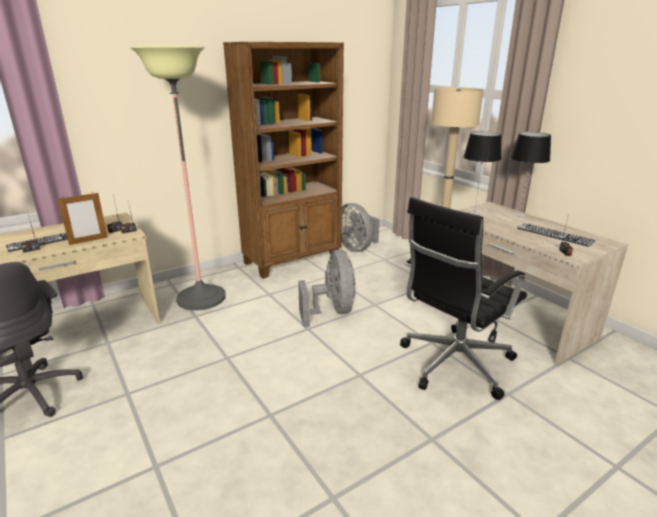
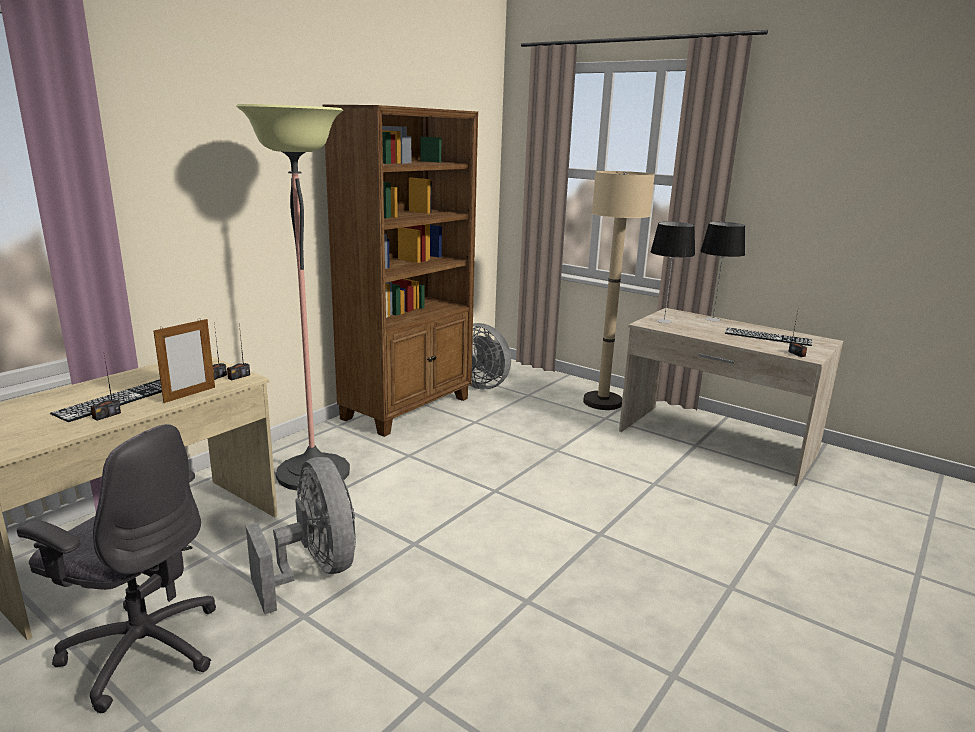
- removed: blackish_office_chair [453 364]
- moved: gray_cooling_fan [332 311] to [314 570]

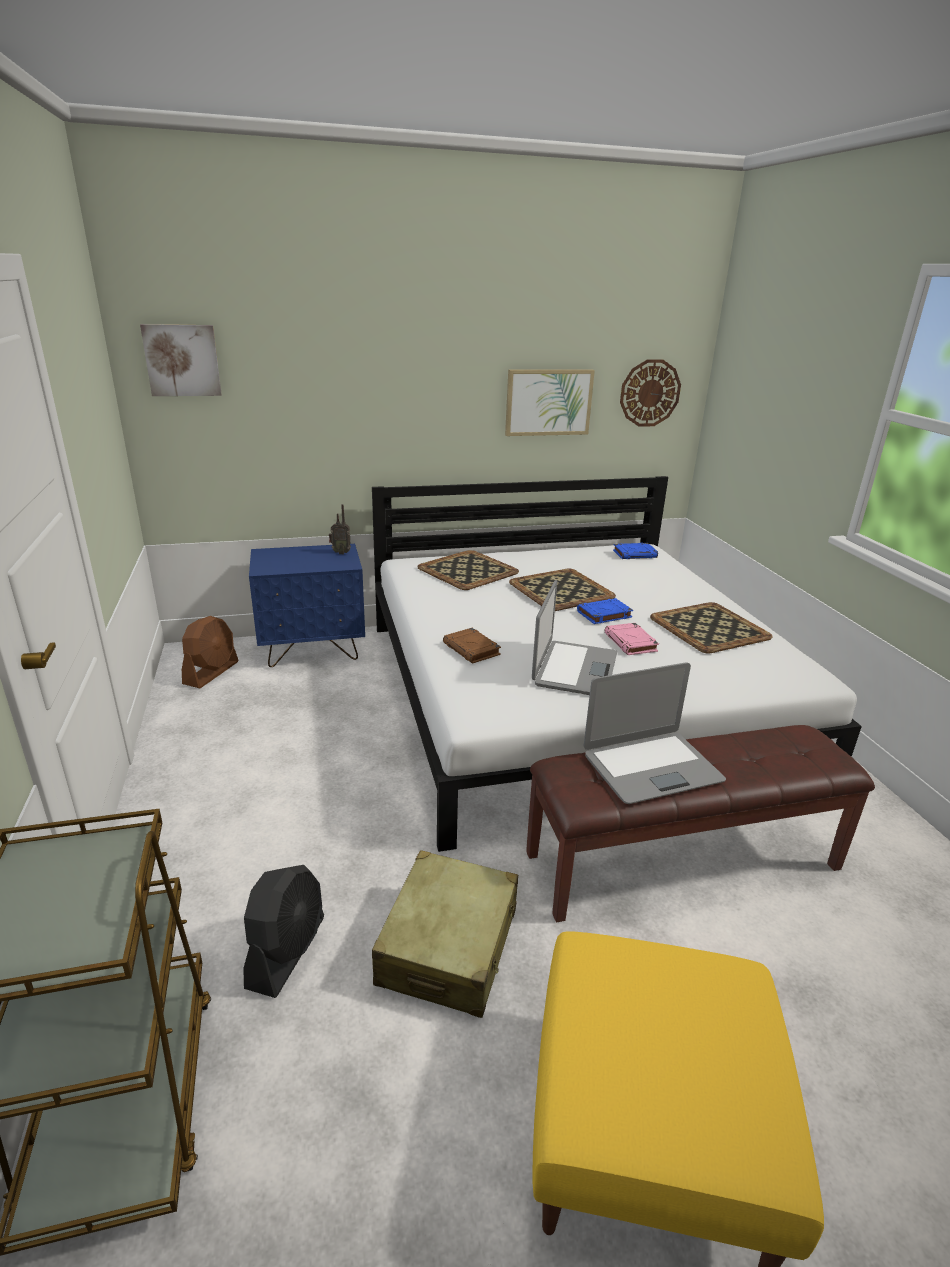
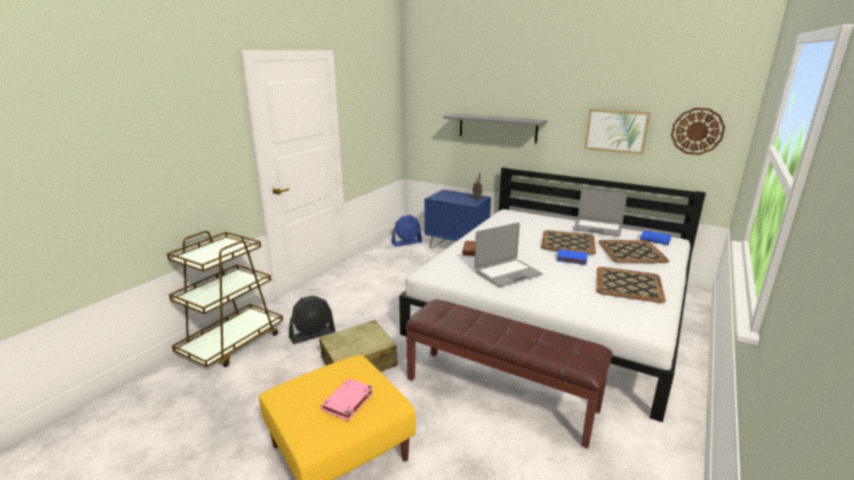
- removed: wall_picture [182 360]
- moved: tray [467 571] to [631 252]
- recoloured: brown_cooling_fan [211 673] to bluish_cooling_fan [407 242]
- moved: pink-coloured_bound_book [631 643] to [347 402]
- moved: portable_computer [651 767] to [597 228]
- added: gray_wall_shelf [497 128]

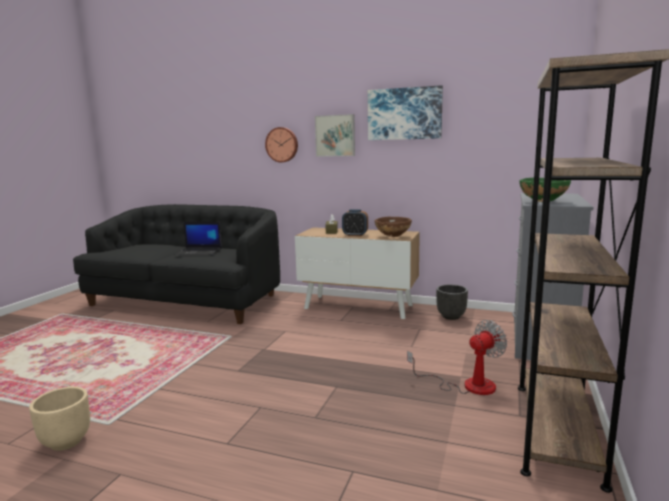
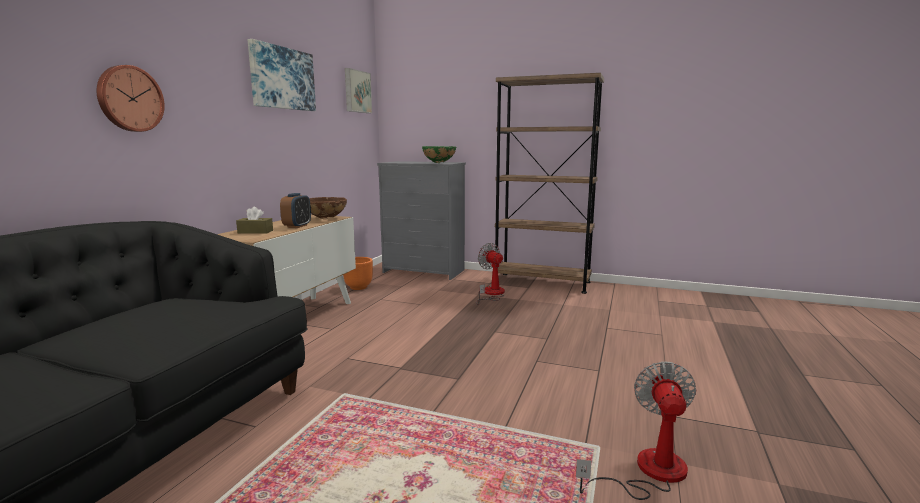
- moved: wall_picture [335 135] to [356 91]
- removed: portable_computer [199 252]
- recoloured: blackish_plant_pot [451 316] to orangey_plant_pot [358 287]
- replaced: sand-coloured_plant_pot [66 442] to cooling_fan [648 472]

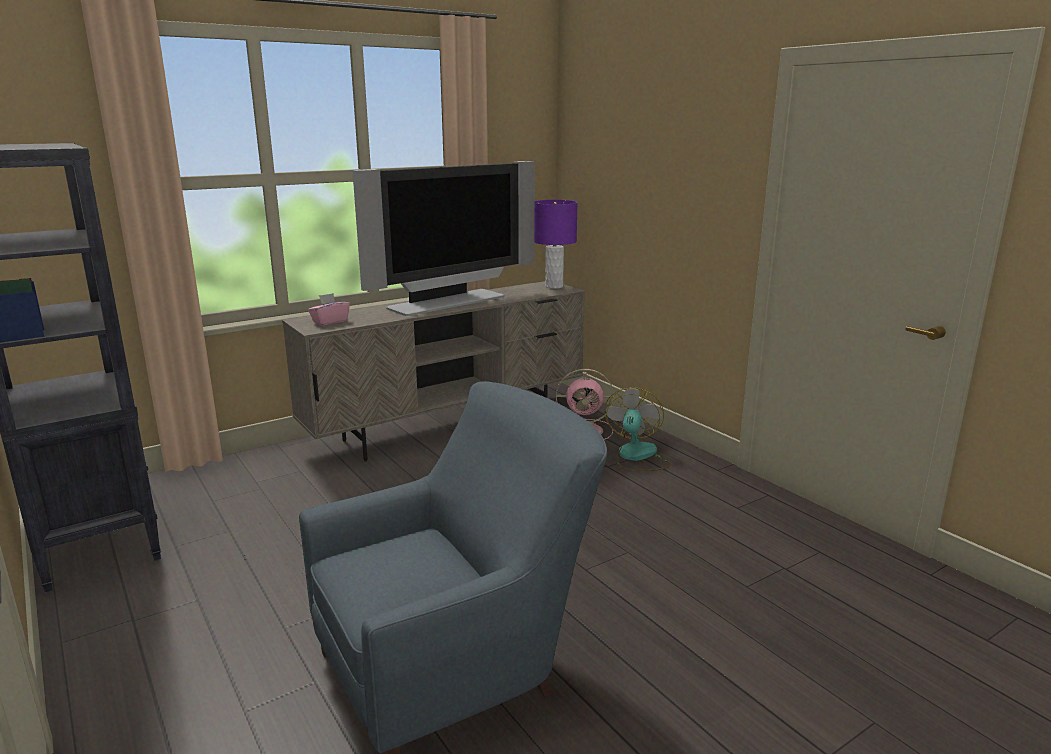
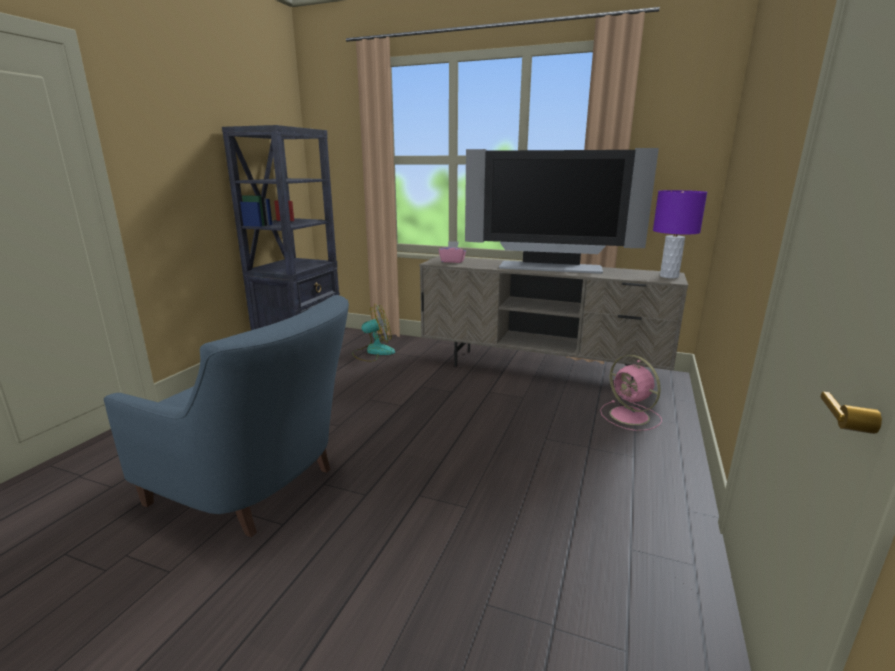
- moved: cooling_fan [636 457] to [373 352]

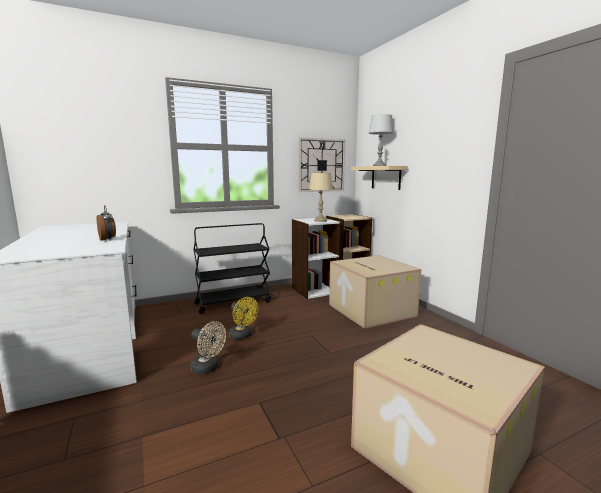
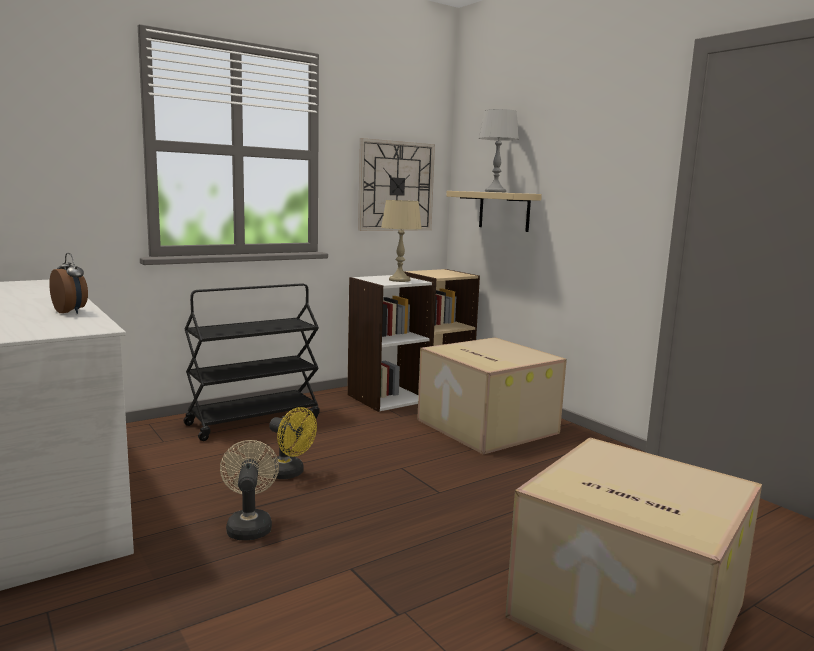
- turned: sand-coloured_cooling_fan [208 368] = [249 525] 120 degrees counterclockwise

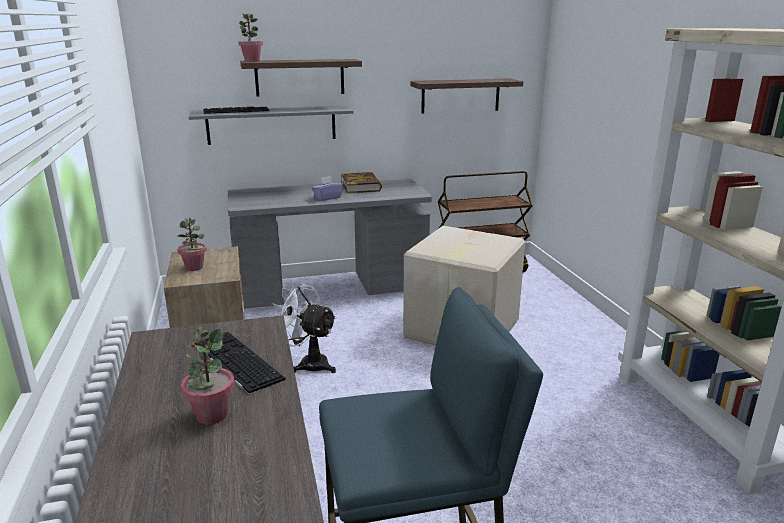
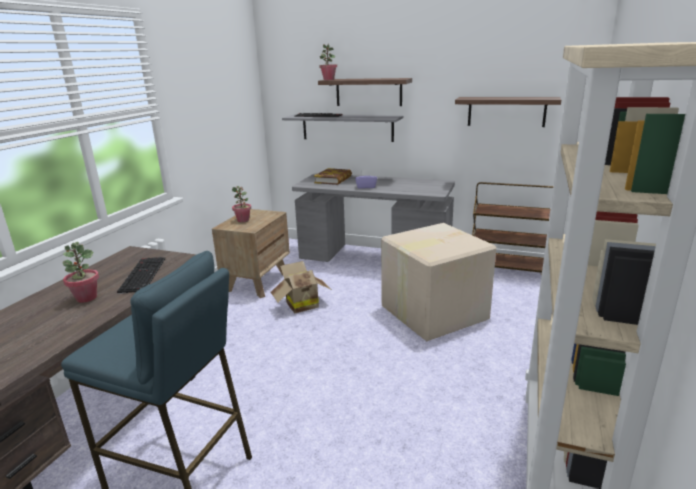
- moved: bound_book [361 186] to [333 179]
- replaced: white_cooling_fan [308 363] to packing_box [300 305]

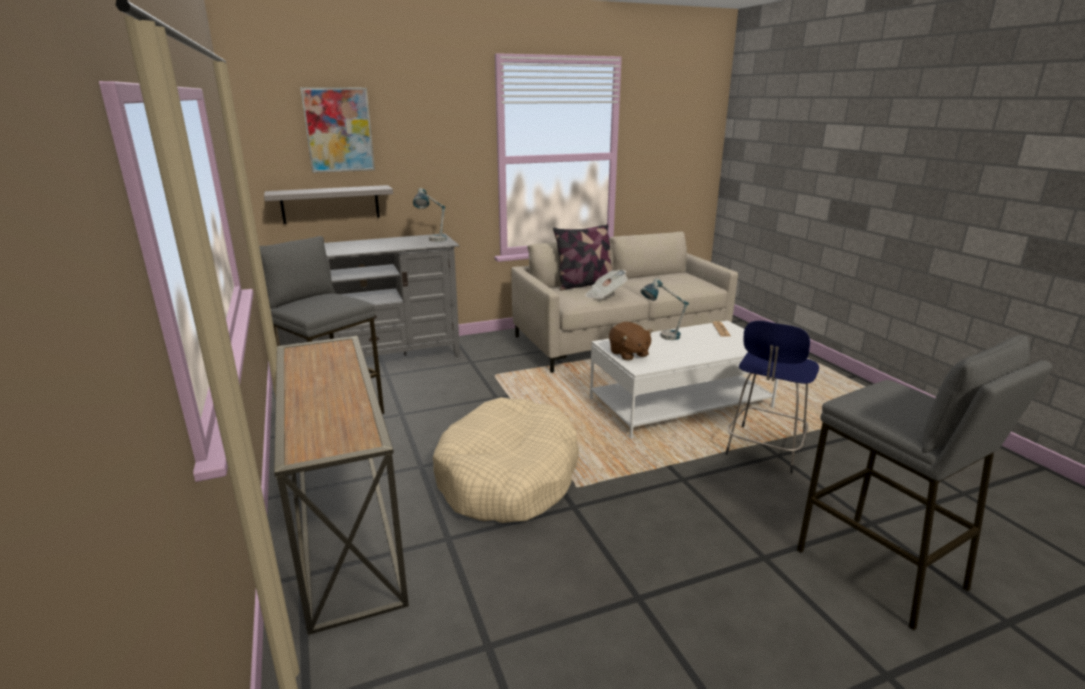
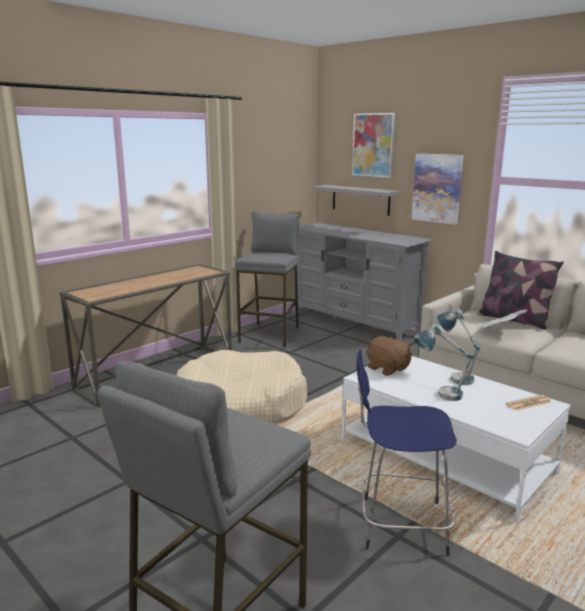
- moved: lamp_for_a_table [432 241] to [439 395]
- turned: brown_plush_toy [629 354] = [387 368] 105 degrees clockwise
- added: wall_picture [437 188]

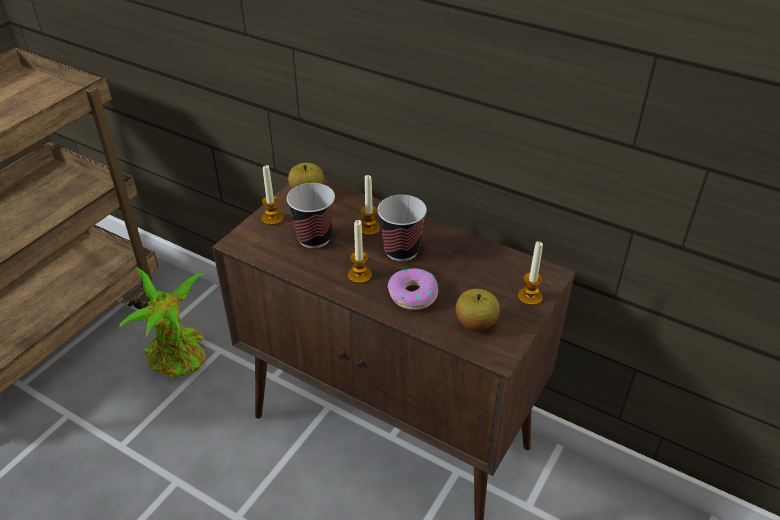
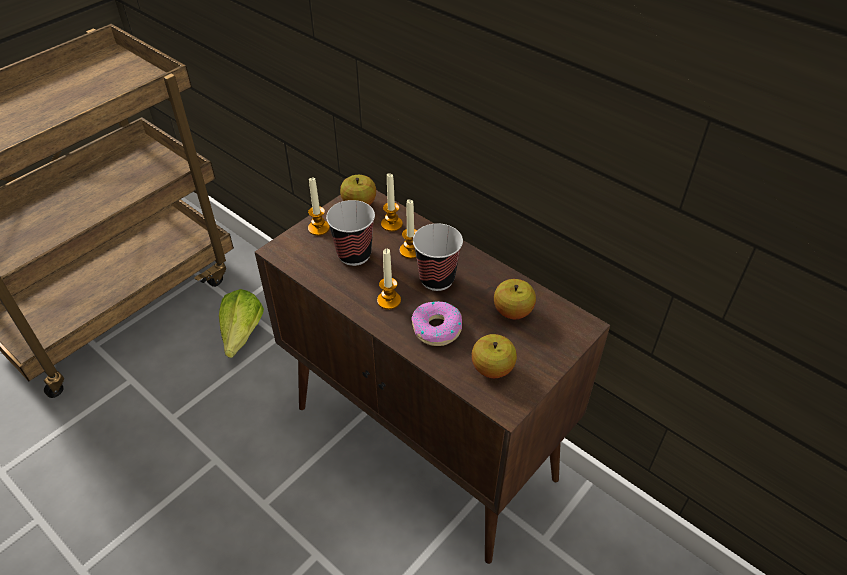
- moved: wax_candle [530 297] to [391 224]
- replaced: plant_in_a_pot [178 359] to lettuce_head [239 340]
- added: apple_fruit [512 311]

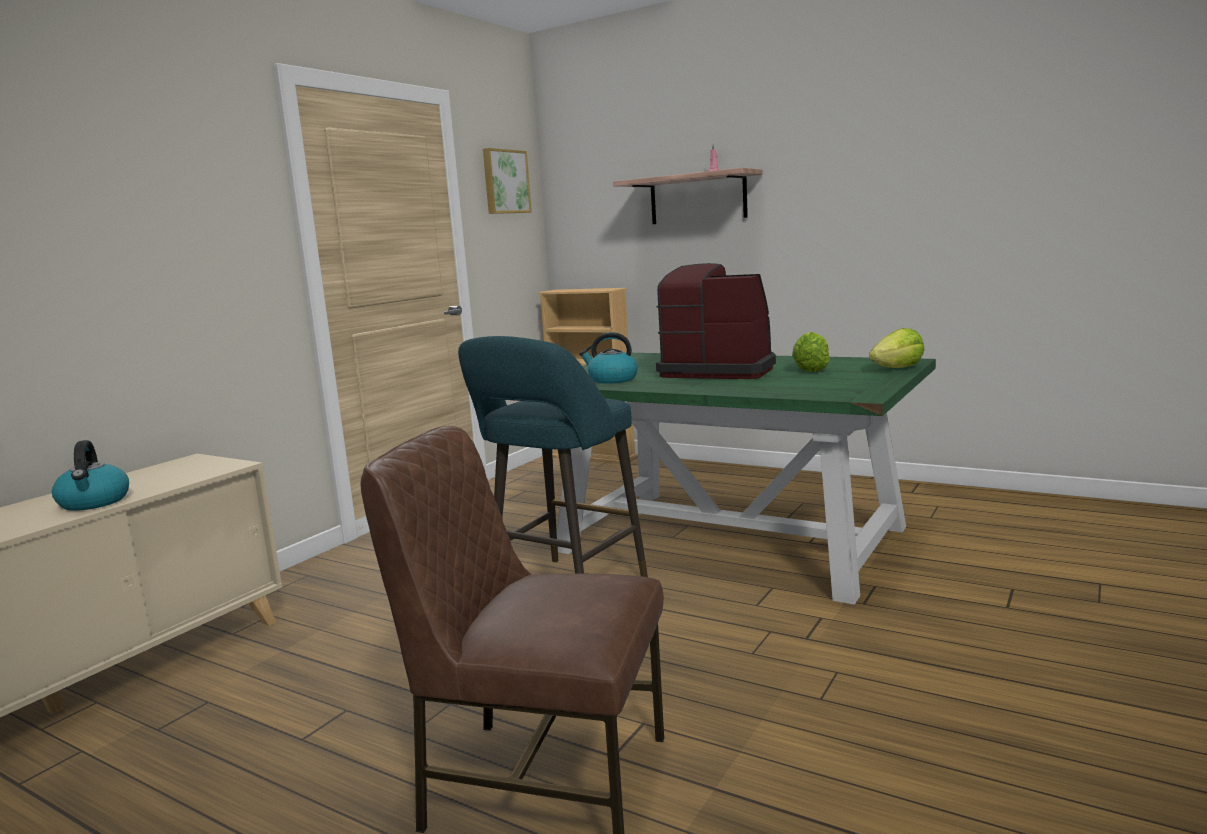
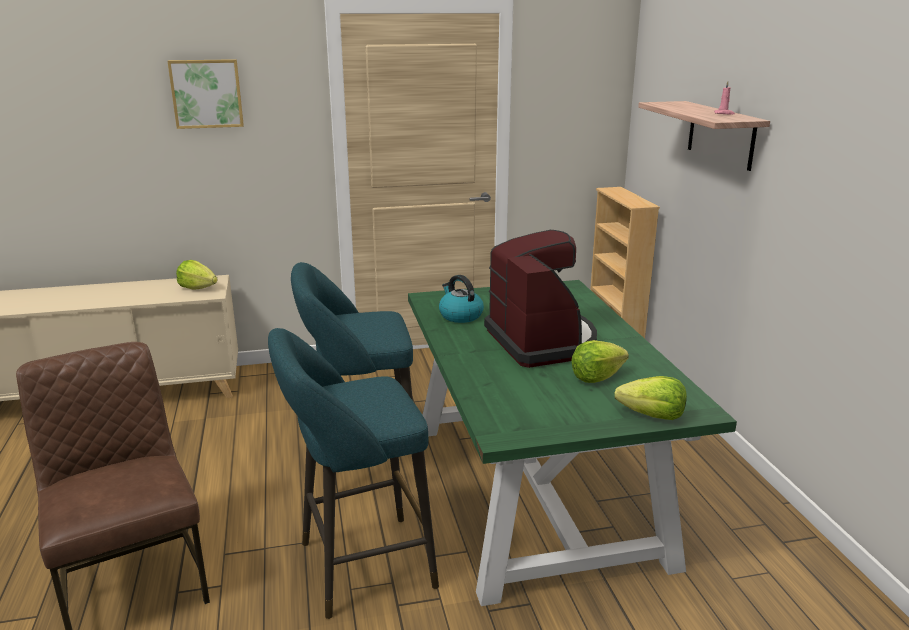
- moved: wall_picture [505 182] to [206 93]
- removed: kettle [94 502]
- added: lettuce_head [197 288]
- added: turquoise-coloured_stool_seat [358 566]

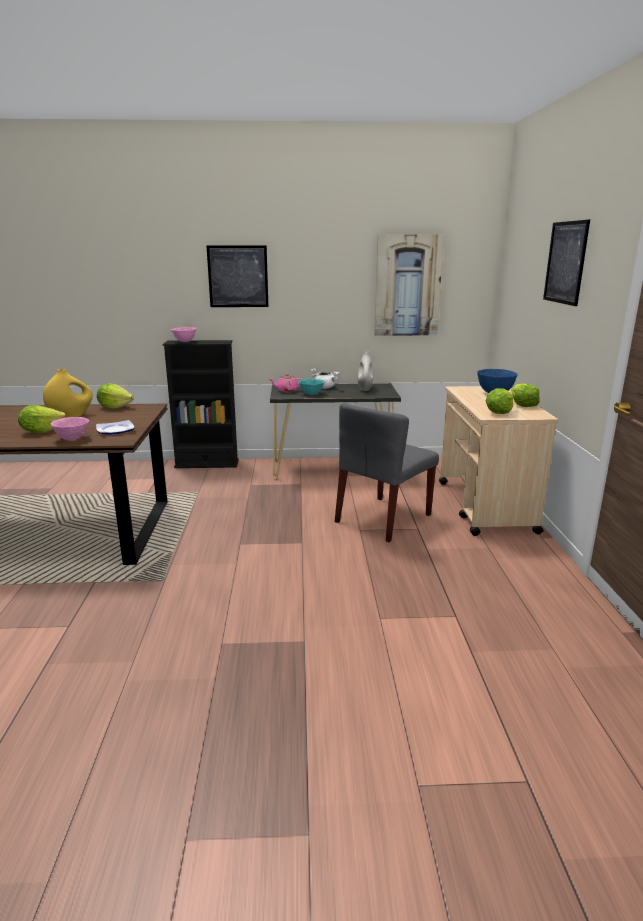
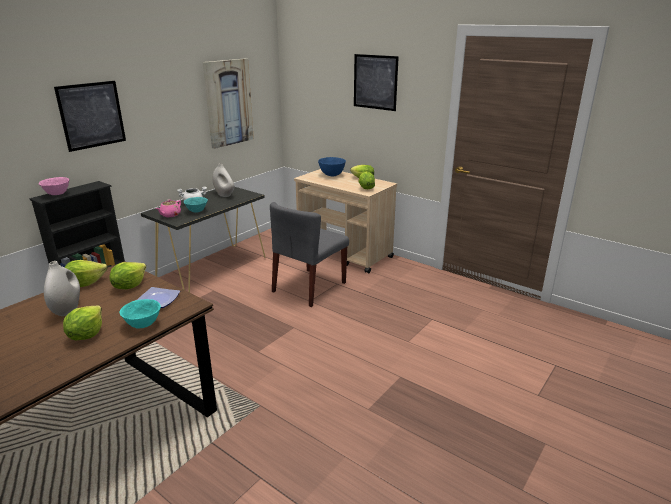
- recoloured: yellow-coloured_vase [71 416] to white_vase [67 309]
- turned: gray_upright_chair [383 518] = [309 287] 45 degrees clockwise
- recoloured: pink-coloured_deep_dish [72 438] to turquoise-coloured_deep_dish [143 324]
- added: lettuce_head [129 286]

